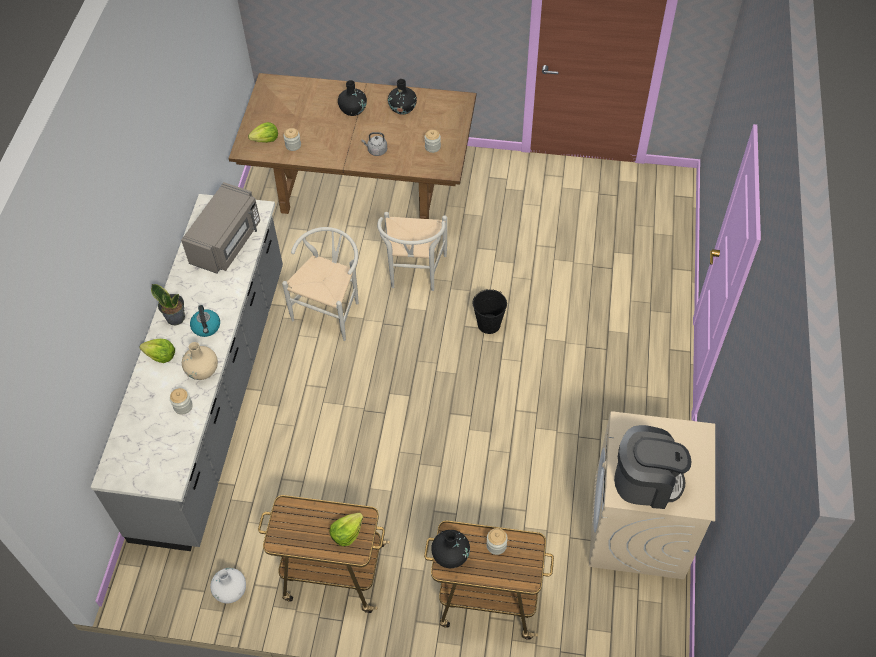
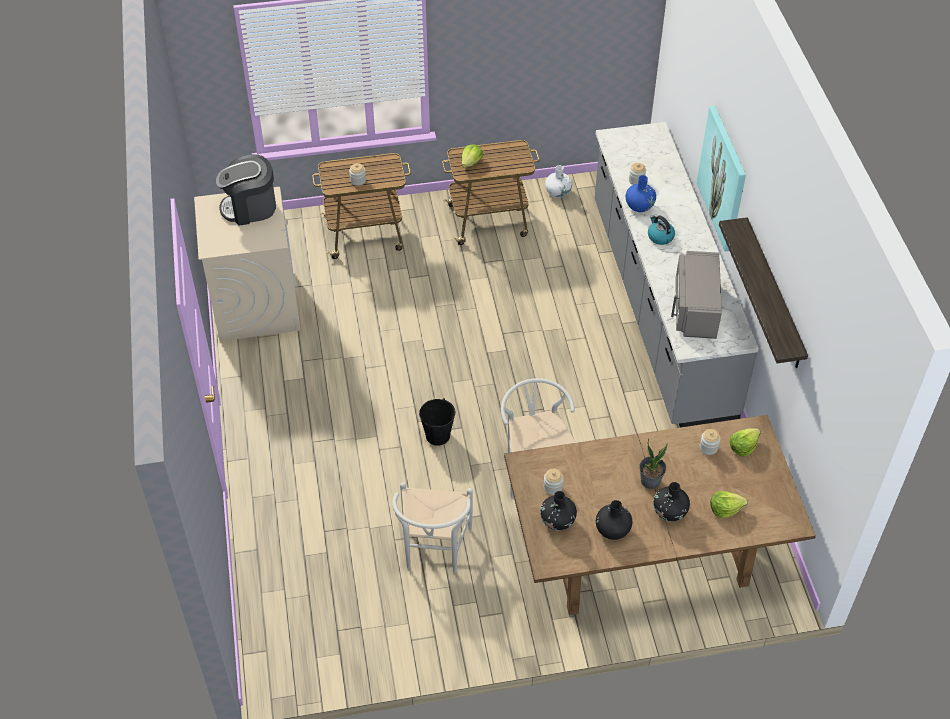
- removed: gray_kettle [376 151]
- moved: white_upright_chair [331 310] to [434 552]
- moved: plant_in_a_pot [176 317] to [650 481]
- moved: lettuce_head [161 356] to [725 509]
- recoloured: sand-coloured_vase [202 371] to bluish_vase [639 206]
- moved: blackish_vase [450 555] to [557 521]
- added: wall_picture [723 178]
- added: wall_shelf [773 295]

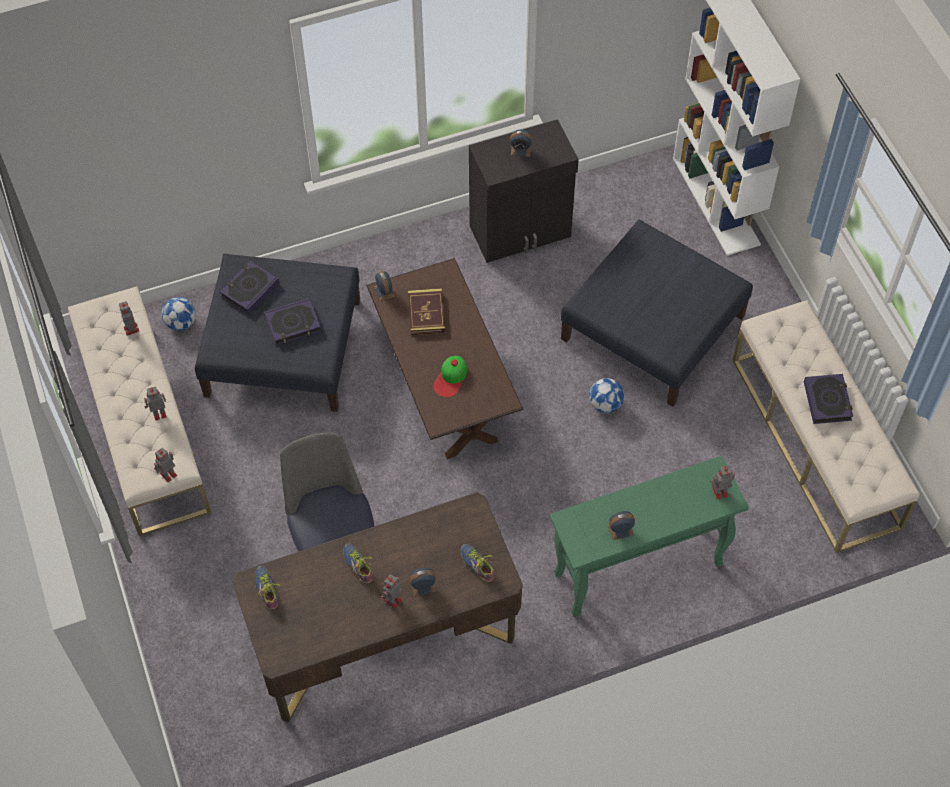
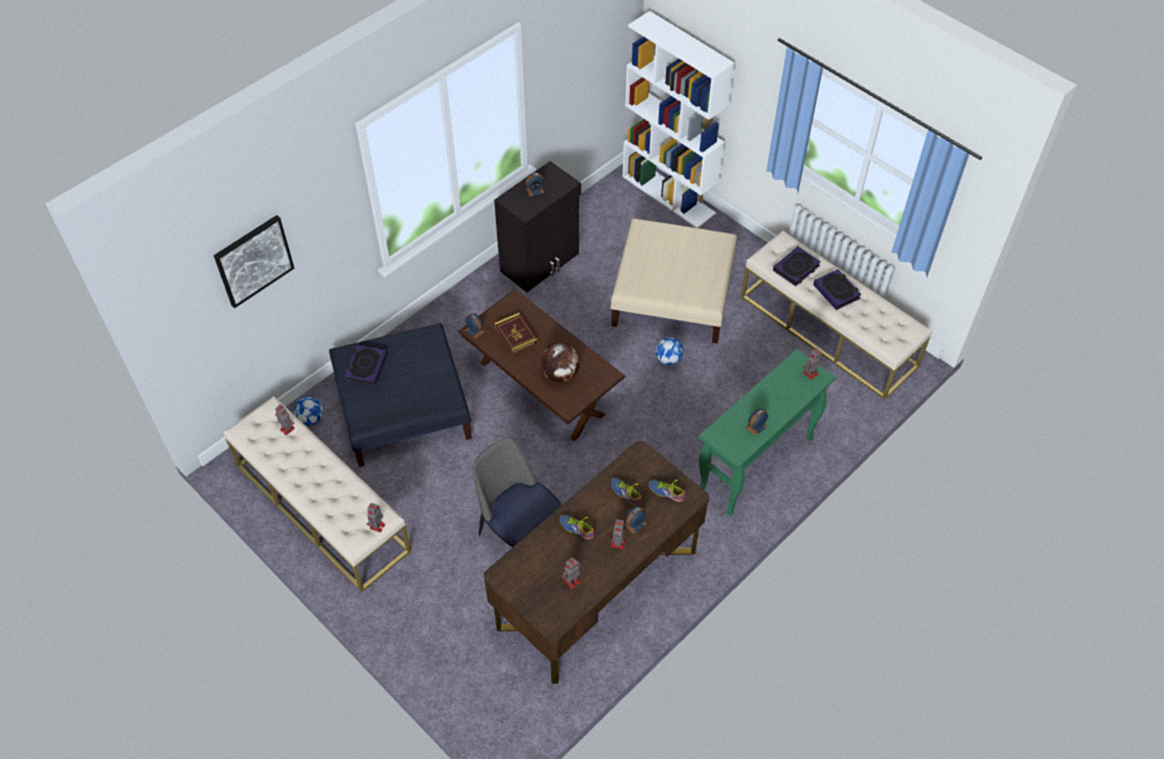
- recoloured: bluish_pouffe [653 329] to sand-coloured_pouffe [673 295]
- moved: bound_book [293 324] to [796 268]
- replaced: baseball_cap [451 378] to world_globe [560 374]
- moved: robot_figure [158 413] to [571 581]
- moved: low_shoe [268 588] to [627 492]
- added: wall_picture [253 260]

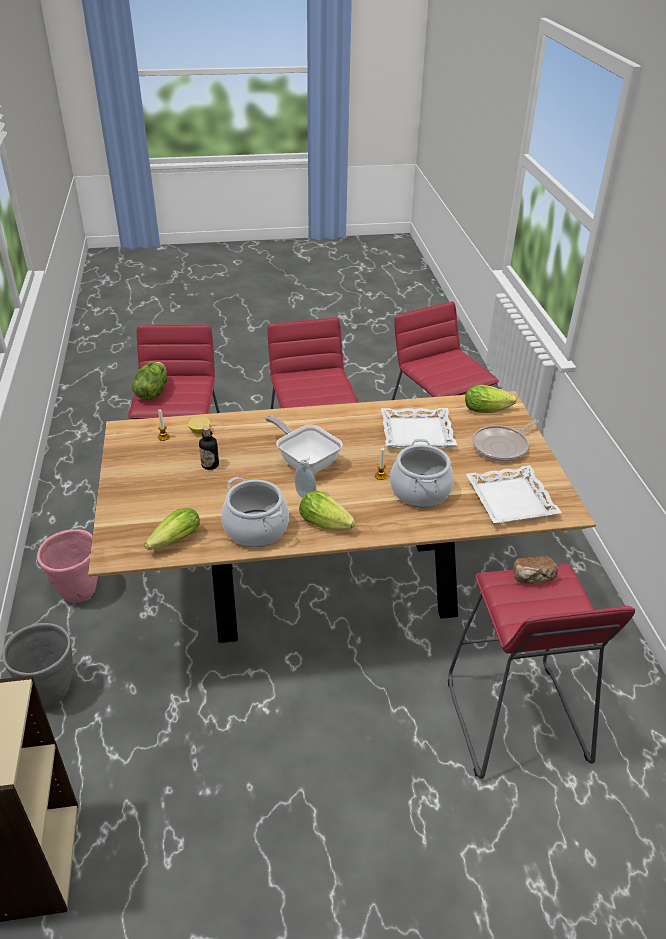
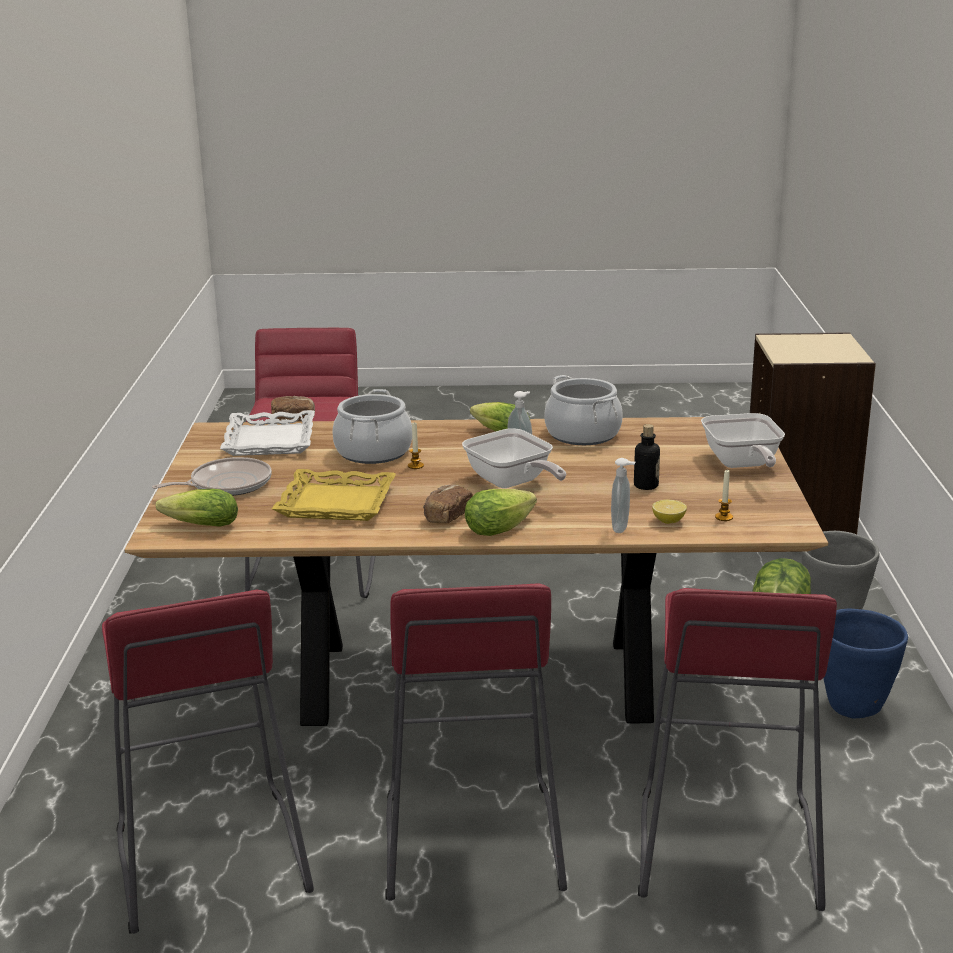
- recoloured: white_tray [417 433] to yellow-coloured_tray [335 504]
- moved: lettuce_head [172 542] to [503 527]
- recoloured: pink-coloured_plant_pot [78 592] to bluish_plant_pot [855 706]
- added: frying_pan [742 465]
- added: soap_dispenser [621 528]
- added: baked_bread [447 516]

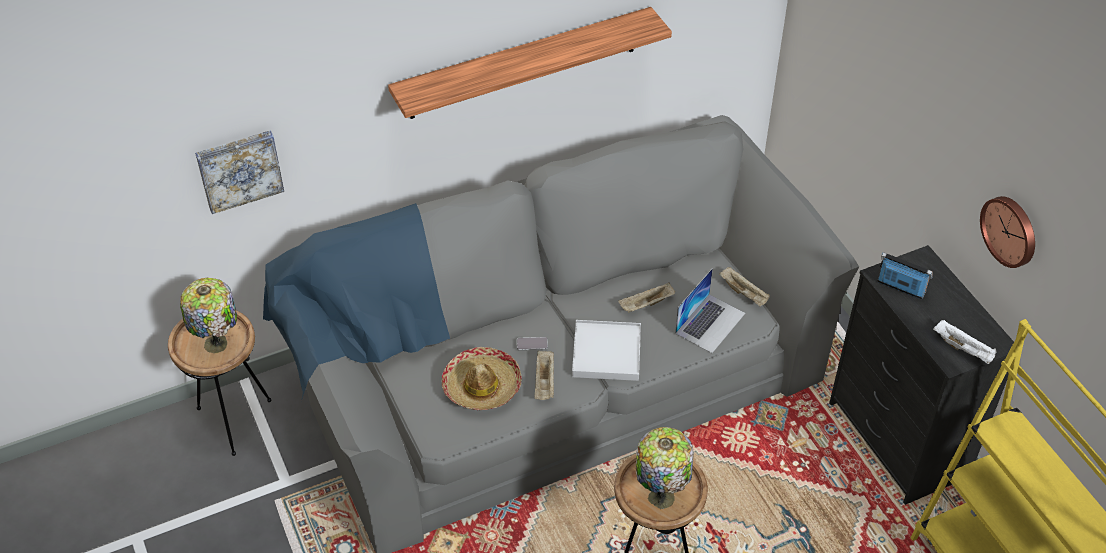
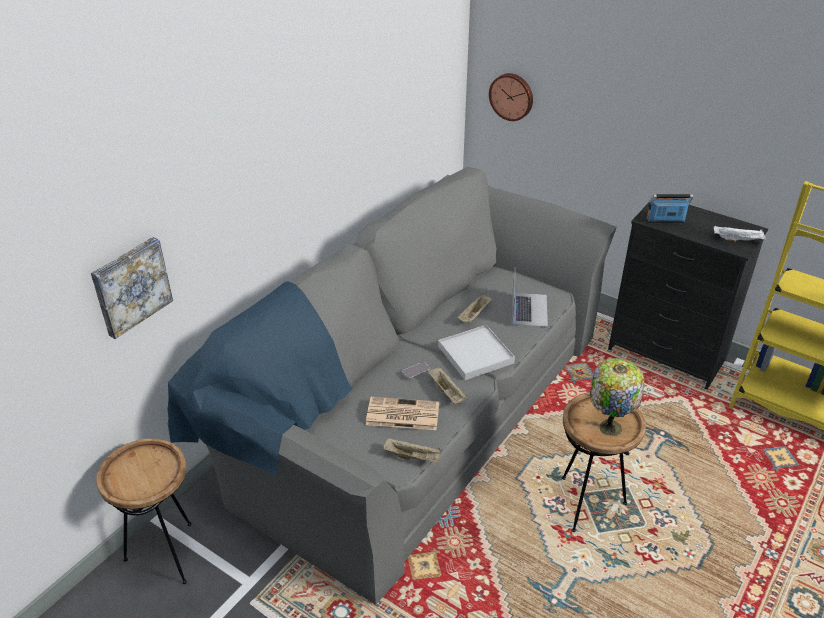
- removed: wall_shelf [523 64]
- moved: hanging_clock [1010 230] to [512 96]
- moved: sand-coloured_tray [744 293] to [413 457]
- removed: lamp_for_a_table [217 344]
- replaced: wearable_hat [482 386] to printed_paper [401 414]

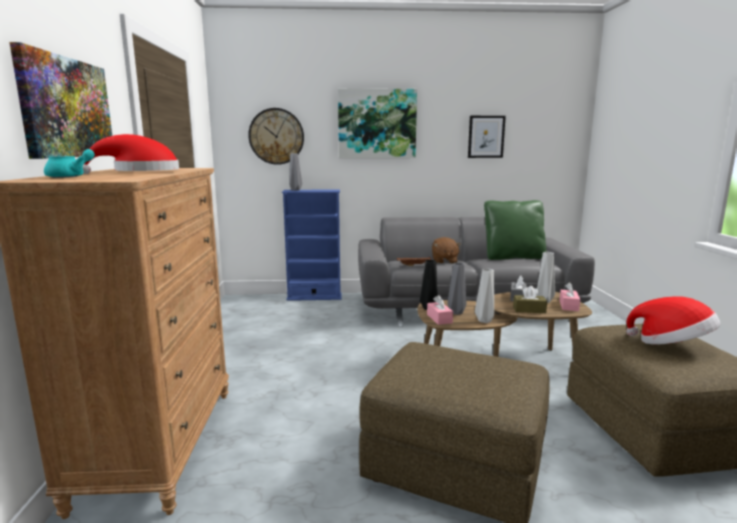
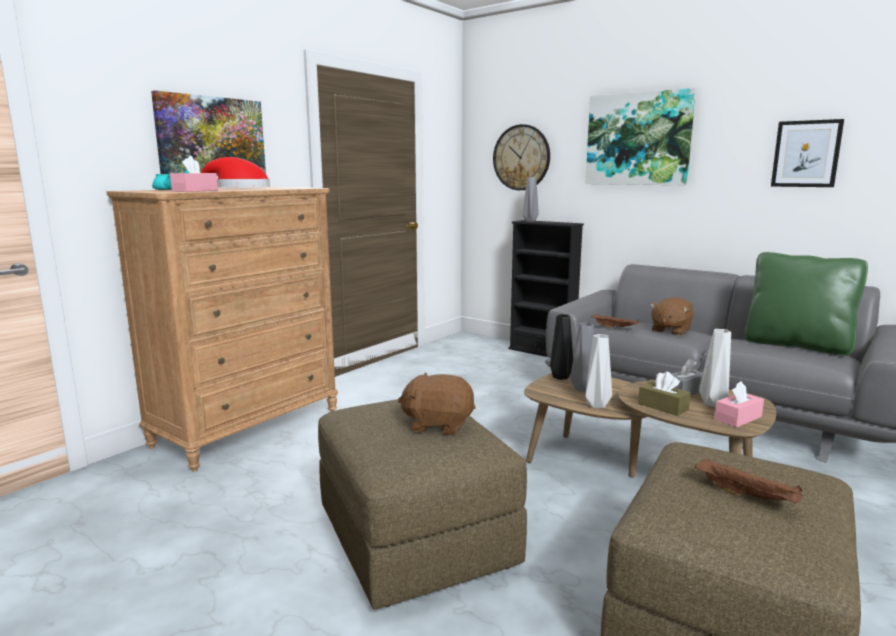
- recoloured: bluish_bookshelf [314 297] to blackish_bookshelf [542 352]
- moved: pink-coloured_tissue_box [439 319] to [195 191]
- replaced: wearable_hat [671 345] to brown_tray [747 496]
- added: brown_plush_toy [438 425]

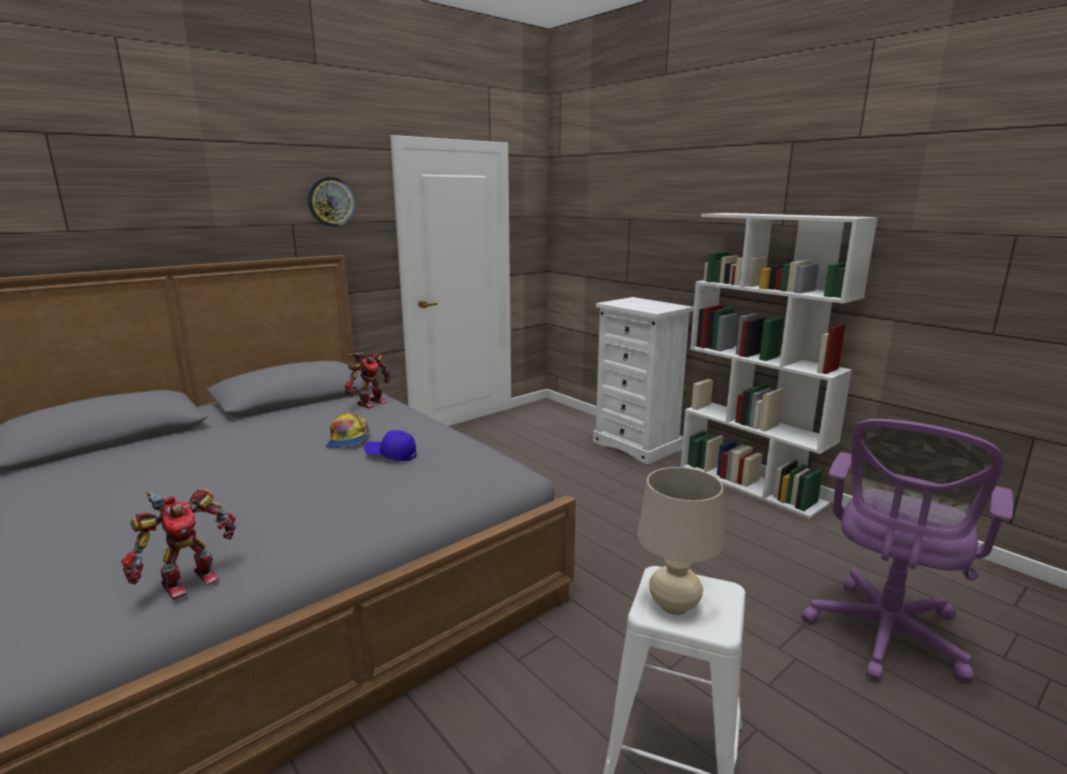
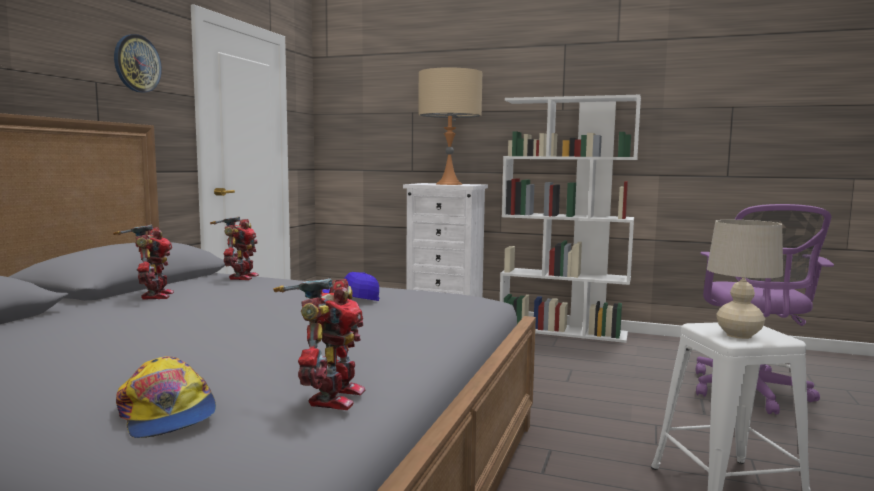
- moved: baseball_cap [348 439] to [167 414]
- added: sand-coloured_lamp_for_a_table [449 184]
- added: robot_figure [154 295]

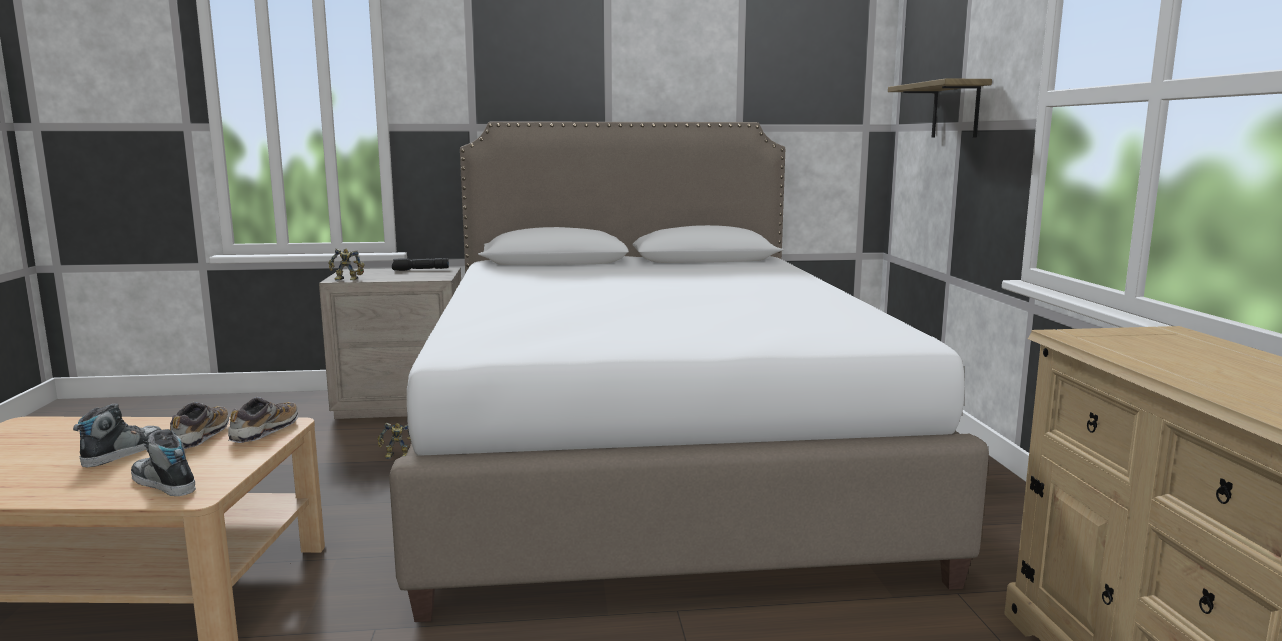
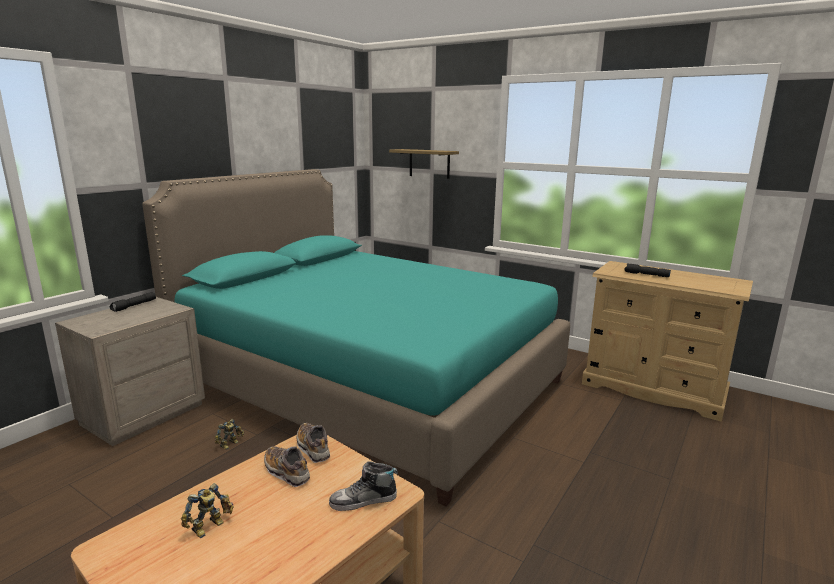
- recoloured: white_bed [650 460] to turquoise-coloured_bed [368 382]
- moved: robot_figure [346 280] to [210 527]
- removed: low_shoe [123 452]
- added: blackish_hand_torch [646 275]

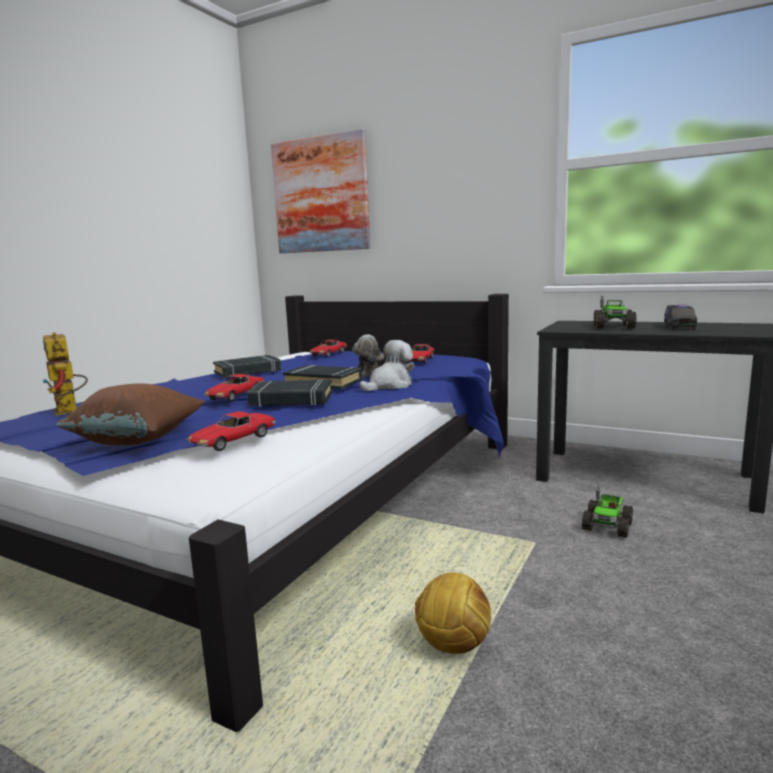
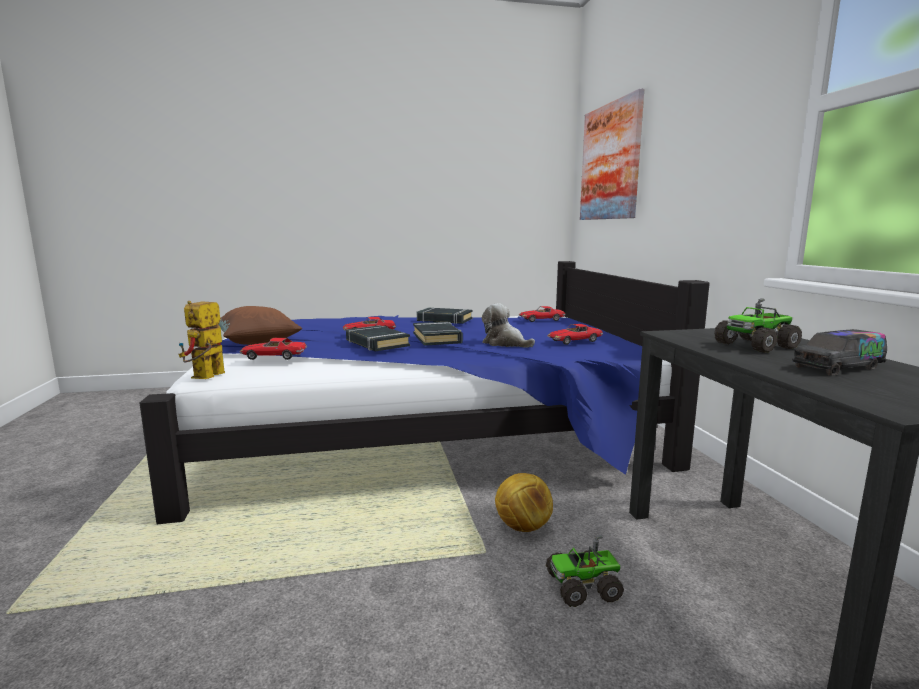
- moved: robot_figure [70 412] to [206 377]
- removed: plush_toy [389 385]
- moved: football_ball [453 645] to [522 527]

